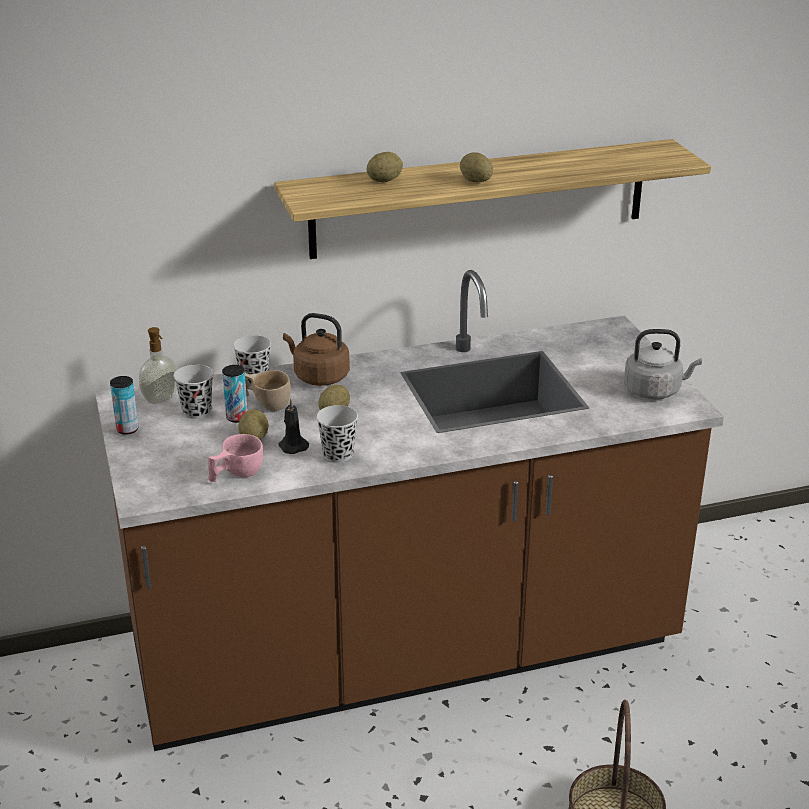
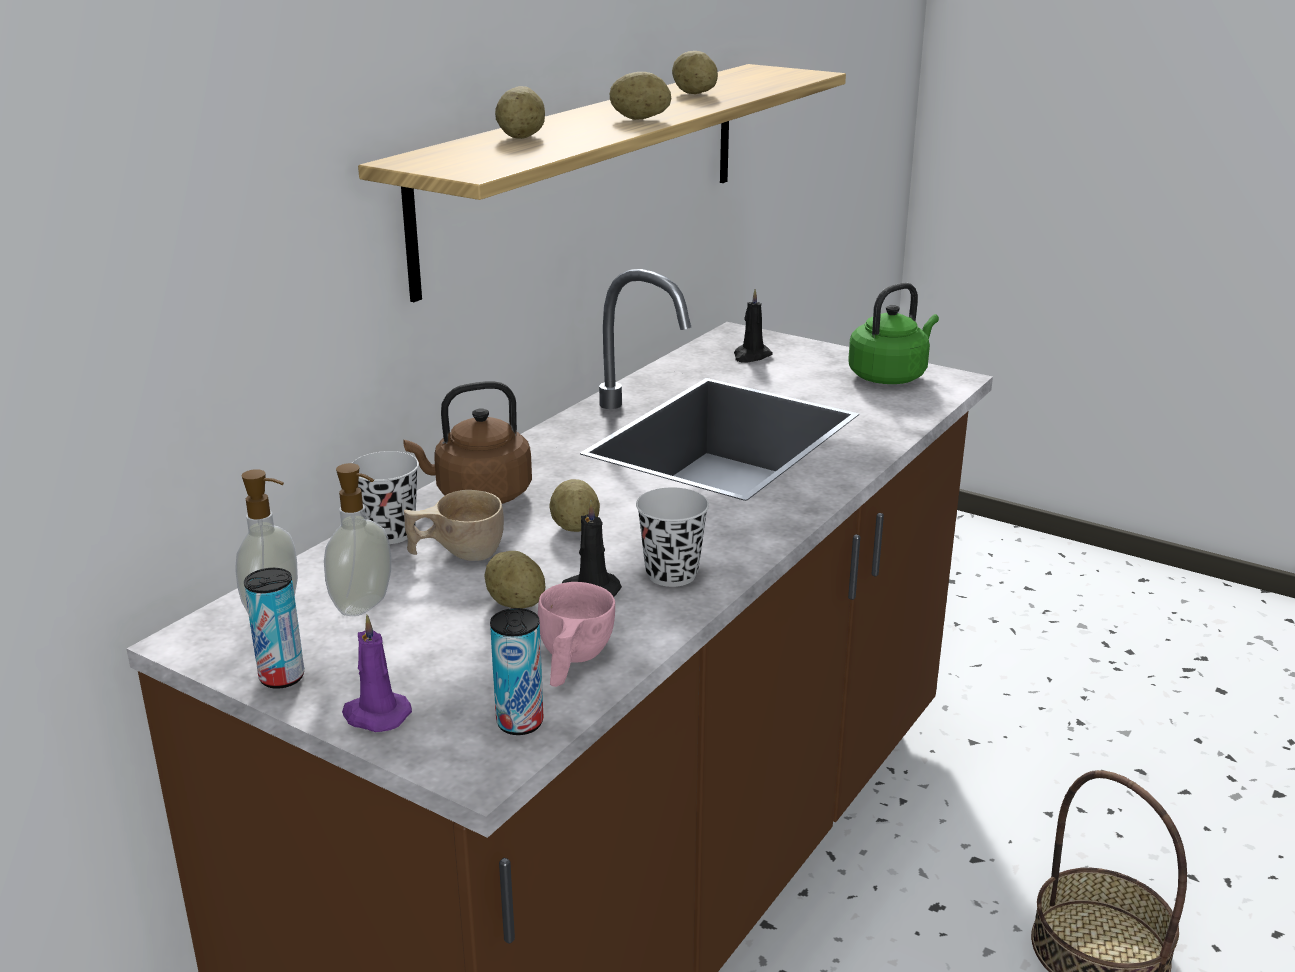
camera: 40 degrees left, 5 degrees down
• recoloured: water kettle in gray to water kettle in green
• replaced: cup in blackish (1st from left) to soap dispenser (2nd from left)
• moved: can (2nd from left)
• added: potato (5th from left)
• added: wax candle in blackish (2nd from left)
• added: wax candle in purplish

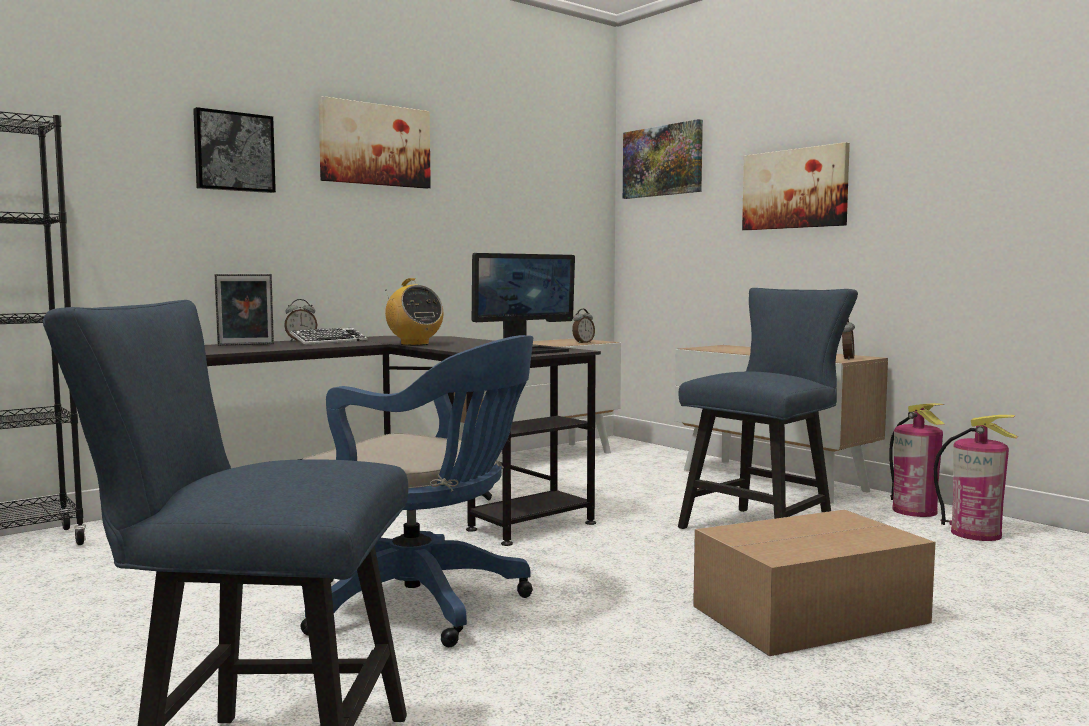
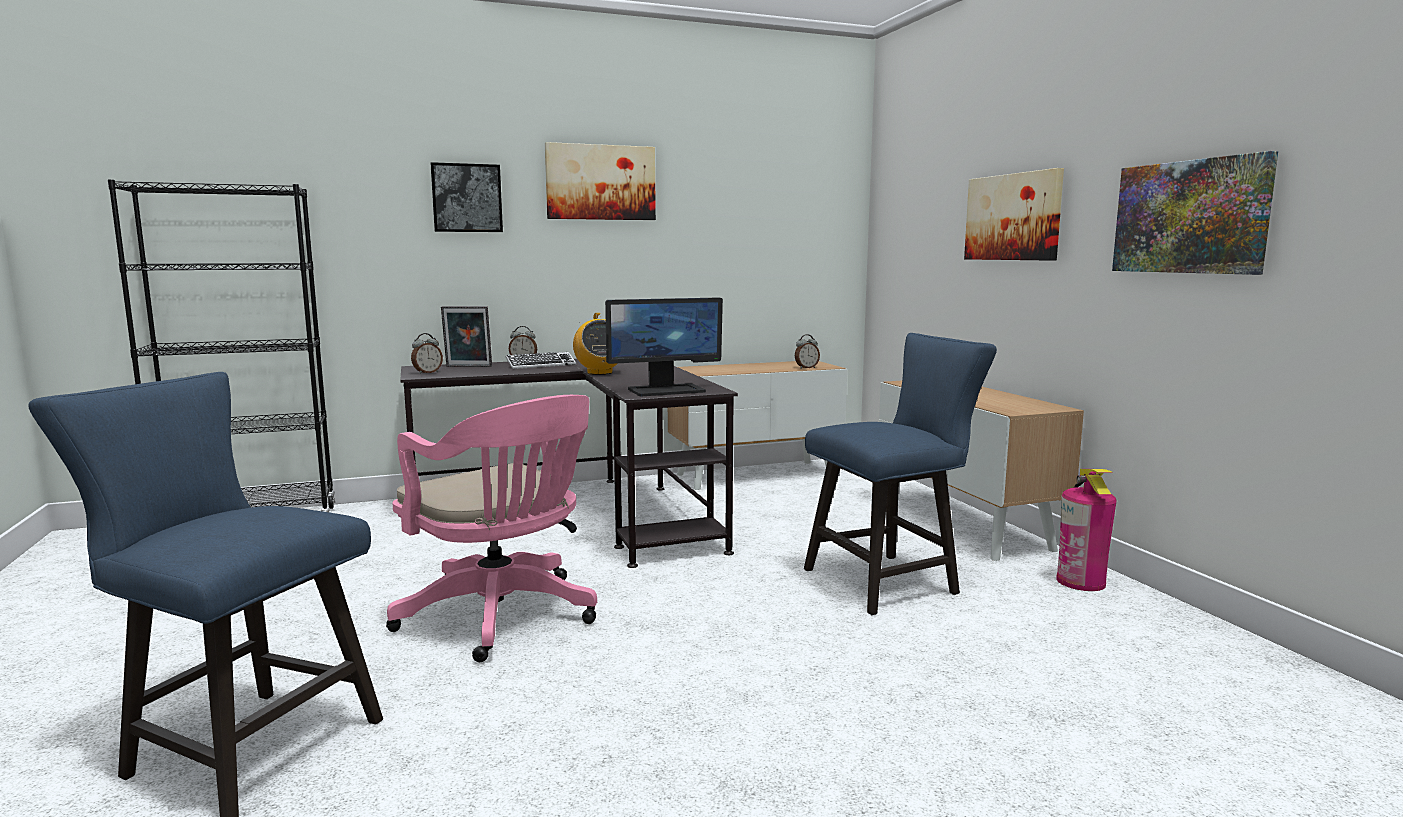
camera: 20 degrees right, 5 degrees up
• moved: wall art (3rd from left in the first image) to wall art (4th from left)
• moved: bedside clock (3rd from left in the first image) to bedside clock (1st from left)
• recoloured: office chair in blue-coloured to office chair in pink
• removed: fire extinguisher (2nd from left)
• removed: carton

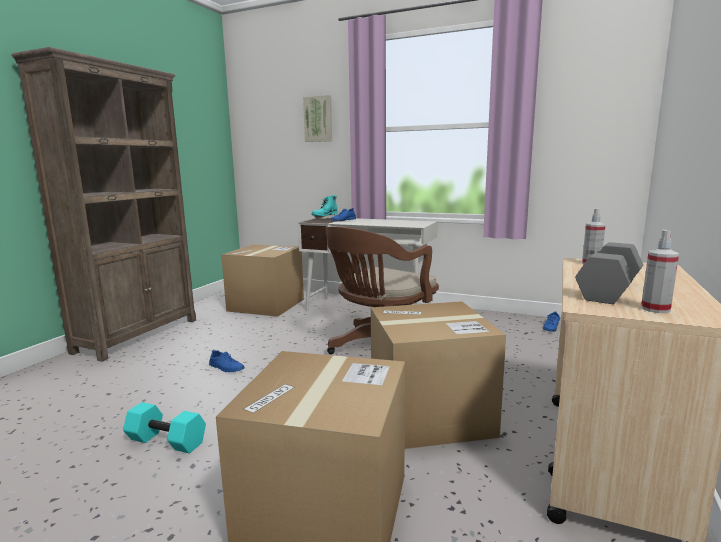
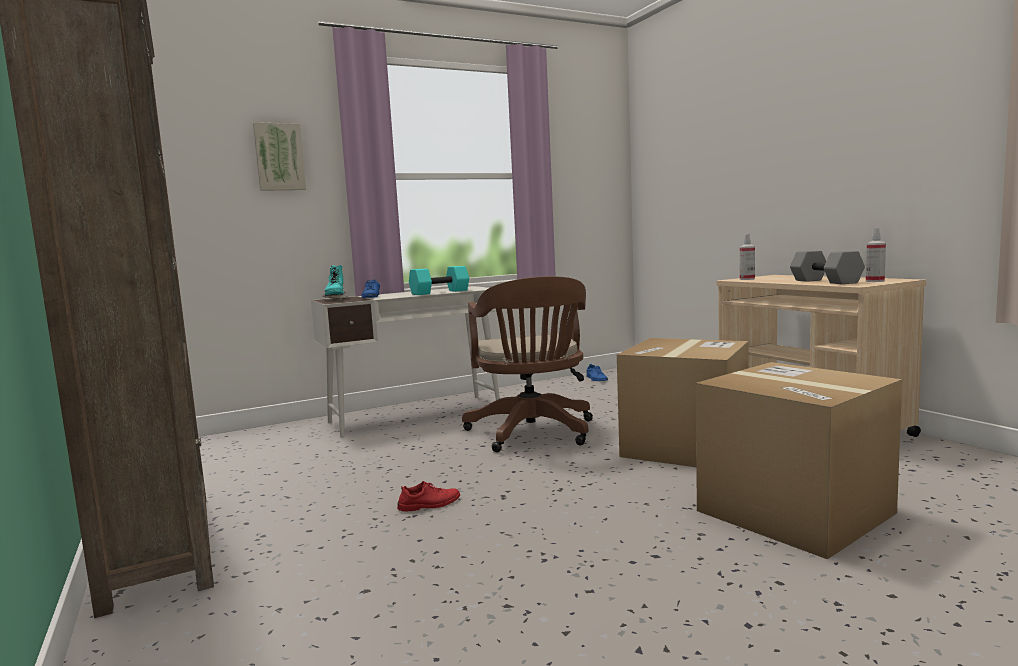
camera: 50 degrees left, 5 degrees down
• removed: carton (1st from left)
• recoloured: item of footwear in blue-coloured (1st from left) to item of footwear in red-coloured
• moved: dumbbell in turquoise

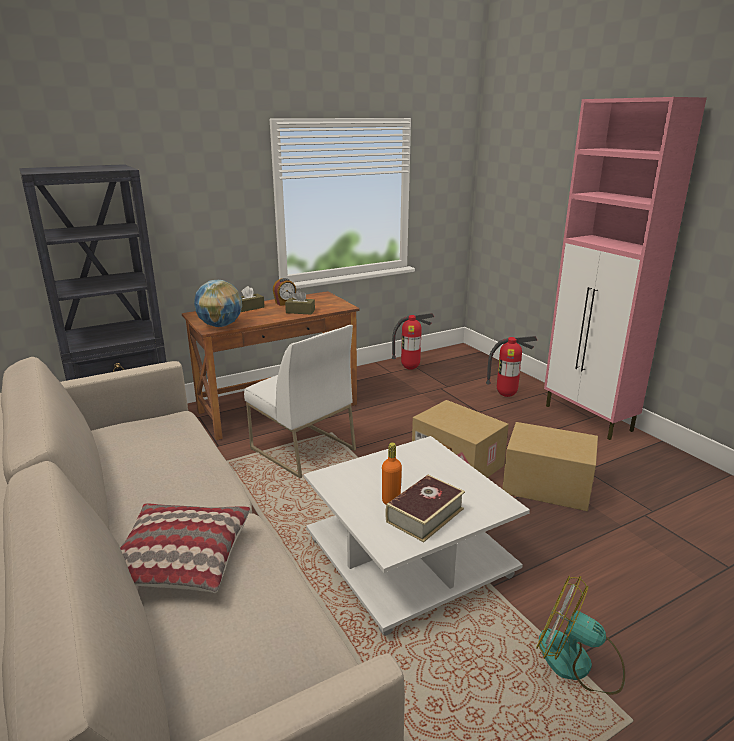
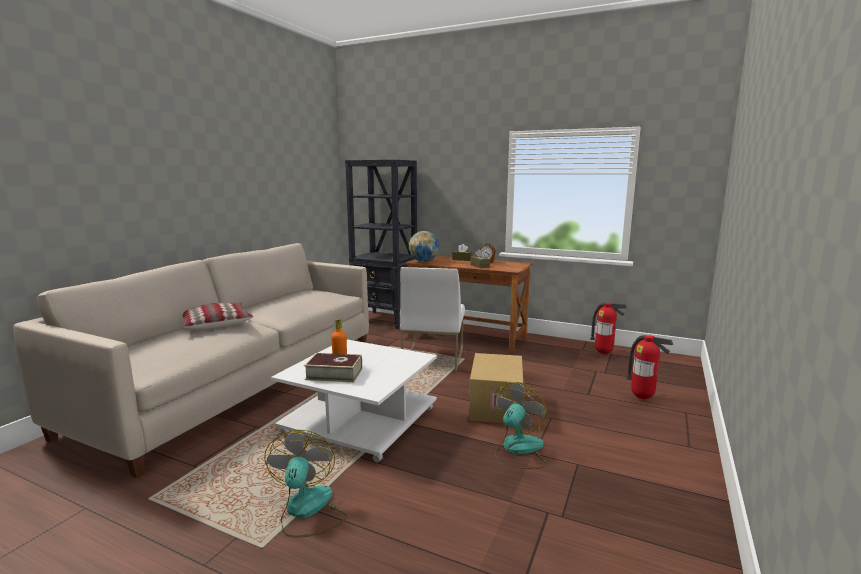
camera: 55 degrees right, 10 degrees down
• removed: cabinet in pink
• replaced: carton (2nd from left) to electric fan (2nd from left)

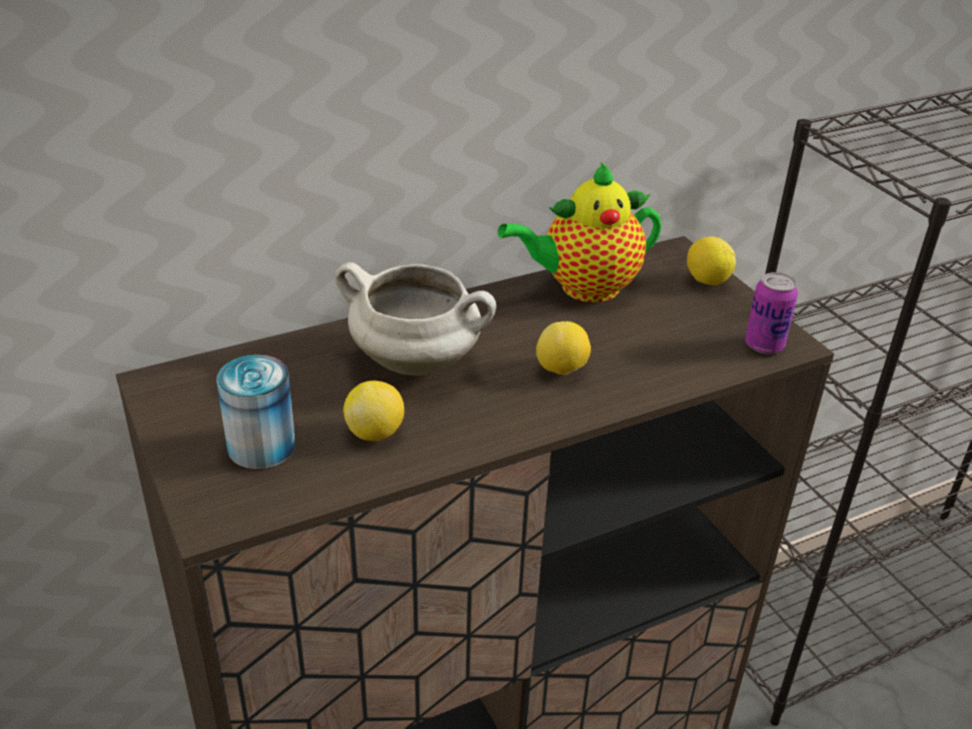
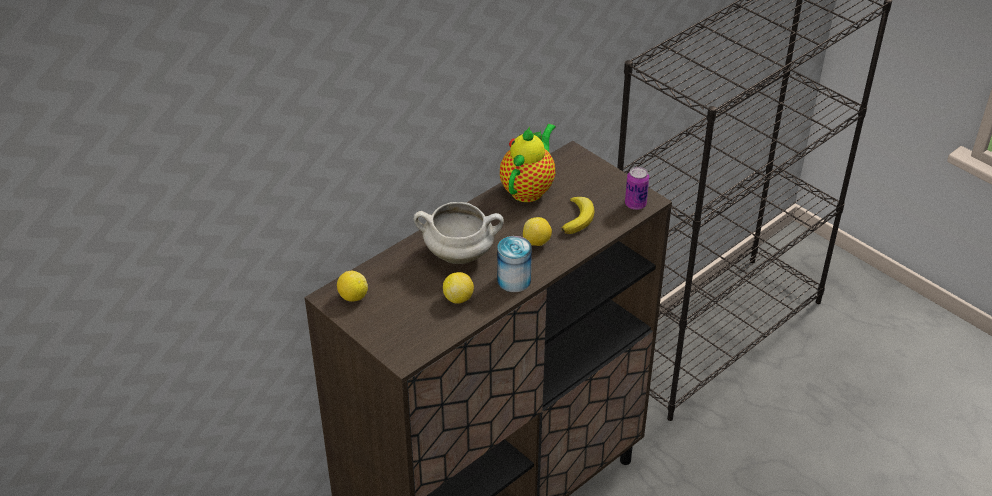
camera: 15 degrees left, 5 degrees up
• turned: pot for tea 150 degrees clockwise
• moved: citrus fruit (3rd from left in the first image) to citrus fruit (1st from left)
• moved: can (1st from left)
• added: banana

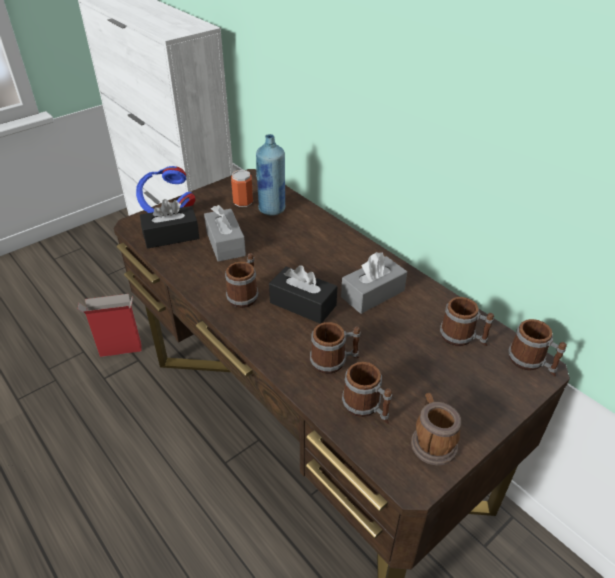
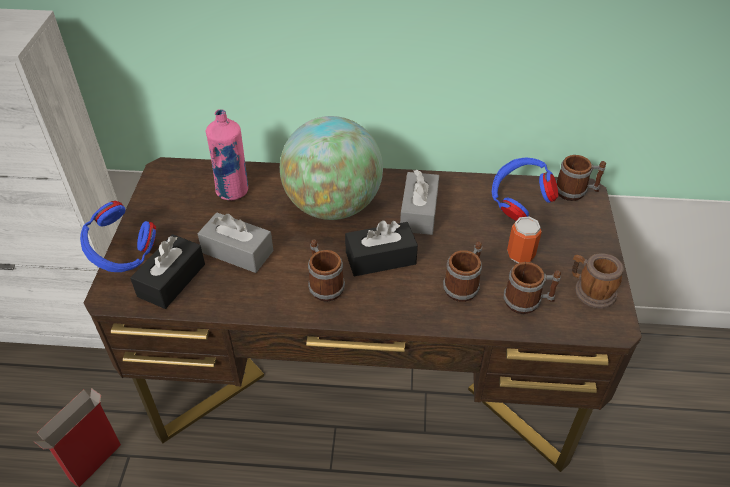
camera: 45 degrees left, 5 degrees up
• recoloured: drink bottle in blue-coloured to drink bottle in pink
• moved: can
• replaced: mug (5th from left) to headphones in blue-coloured (2nd from left)
• added: globe

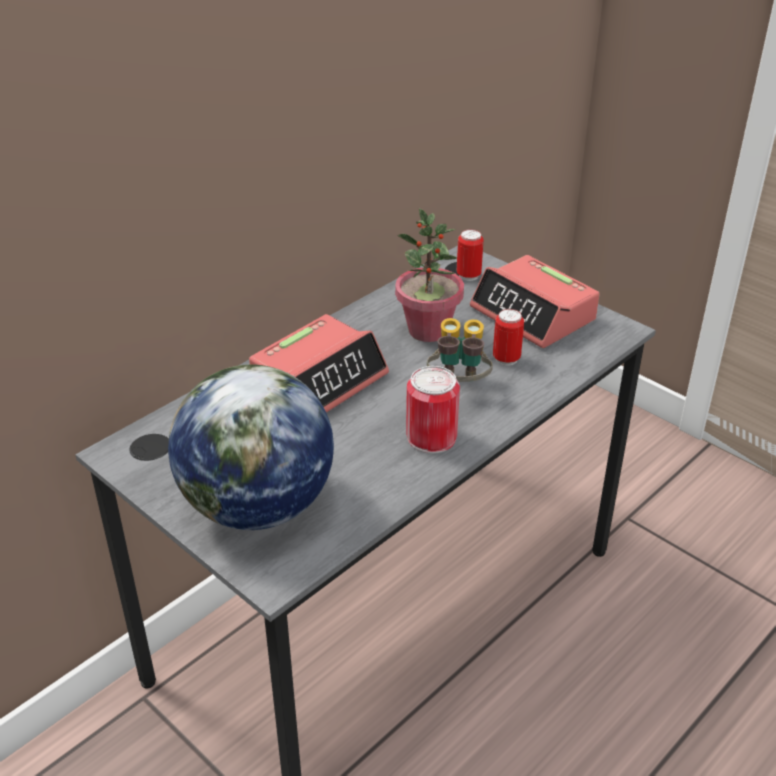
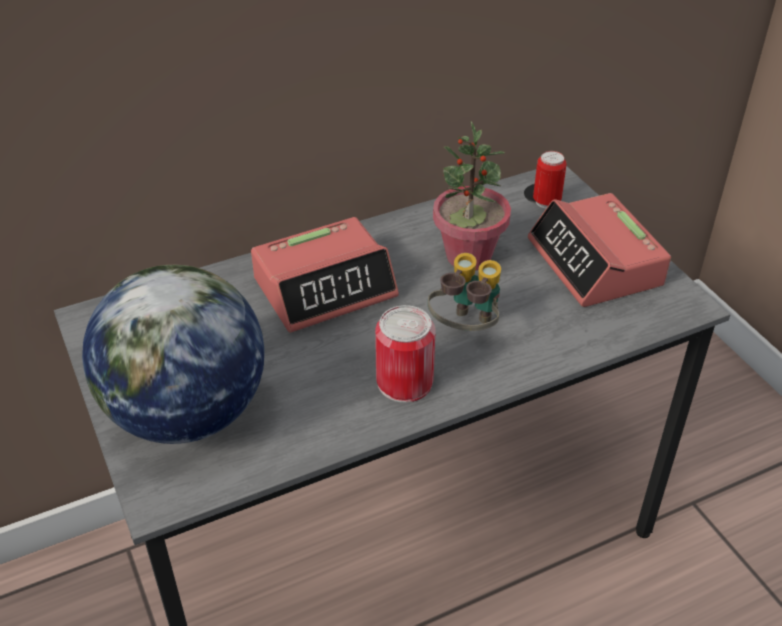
camera: 20 degrees right, 5 degrees up
• removed: can (3rd from left)

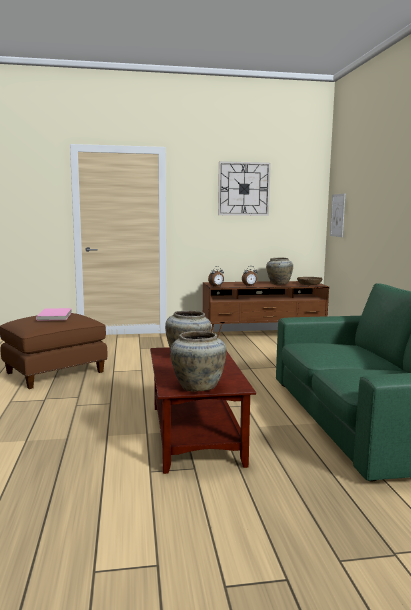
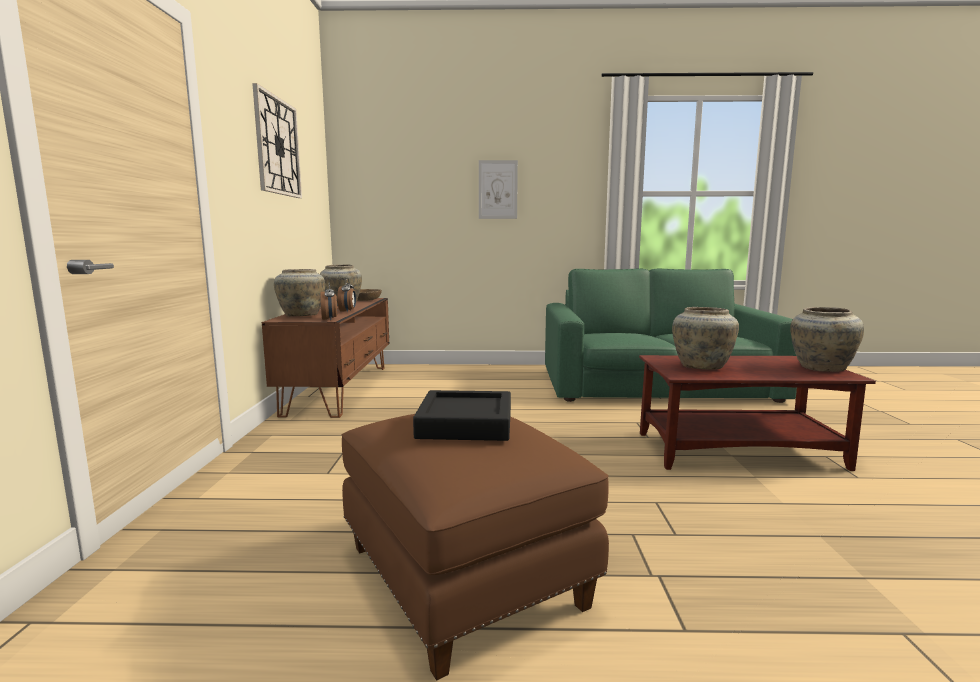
camera: 80 degrees left, 0 degrees up
• moved: wall art
• replaced: bound book in pink to tray in blackish
• added: vase in sand-coloured (1st from left)

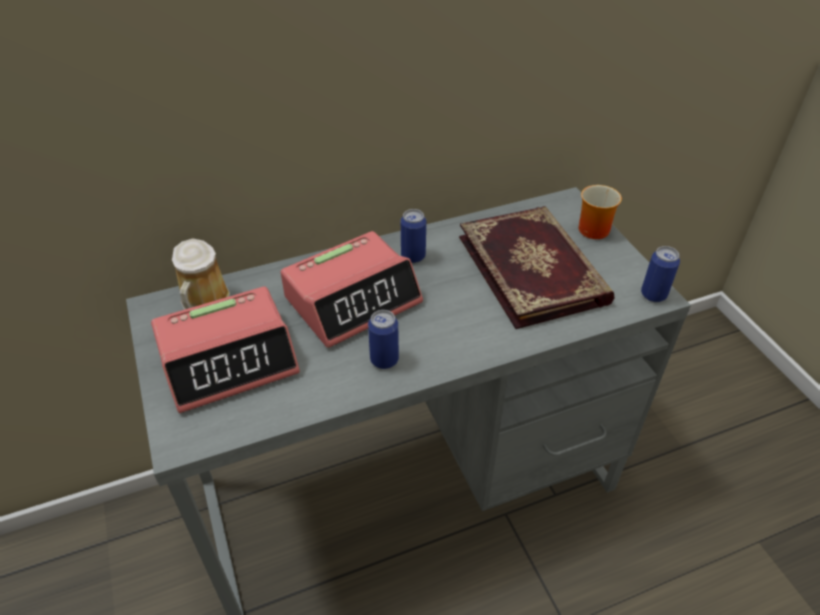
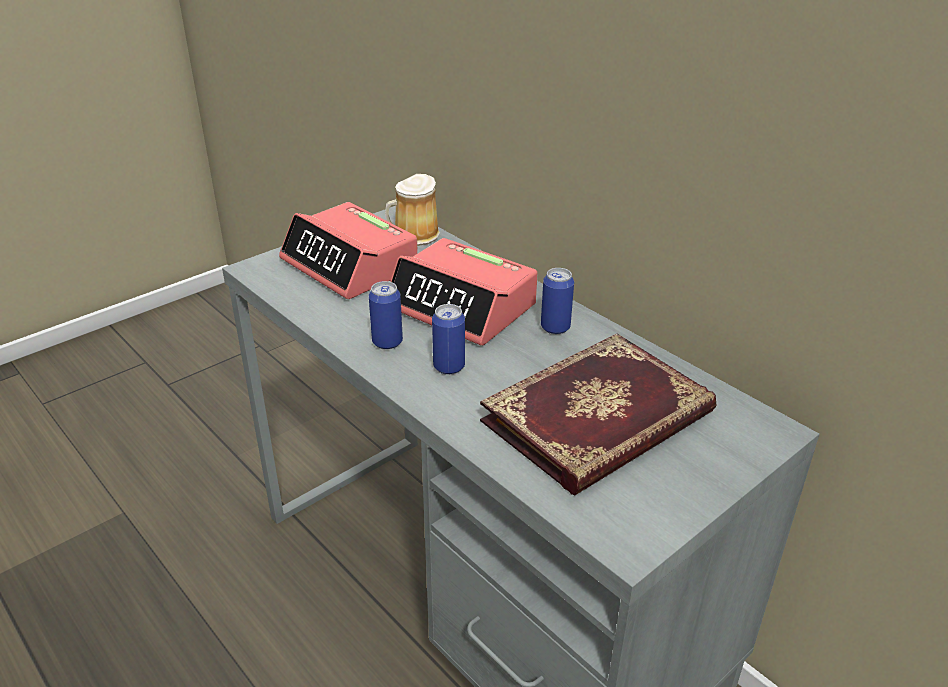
camera: 70 degrees right, 10 degrees down
• removed: mug (2nd from left)
• moved: can (3rd from left in the first image) to can (2nd from left)

